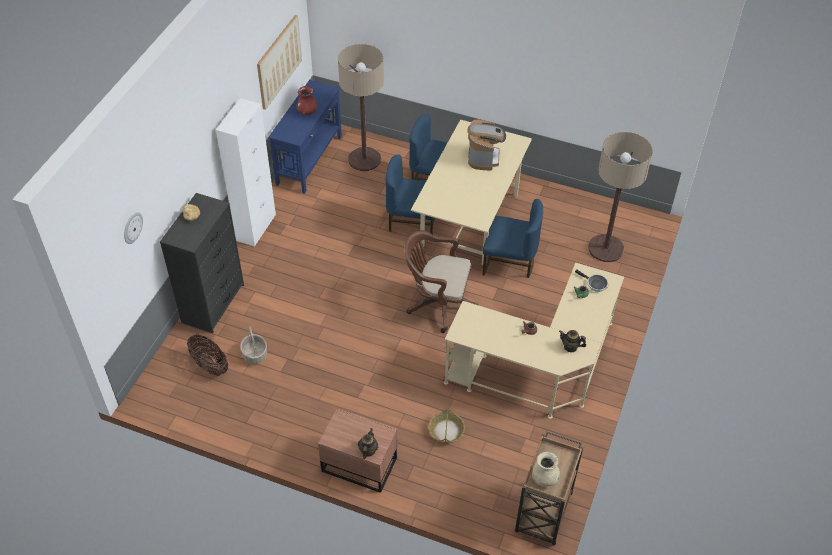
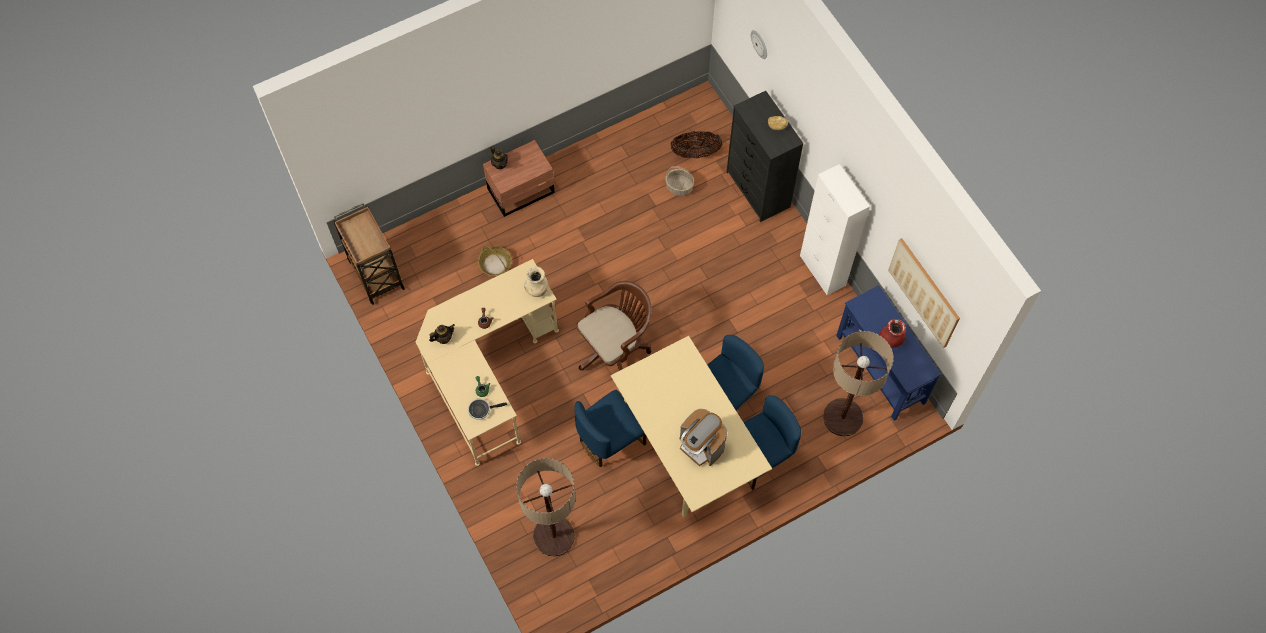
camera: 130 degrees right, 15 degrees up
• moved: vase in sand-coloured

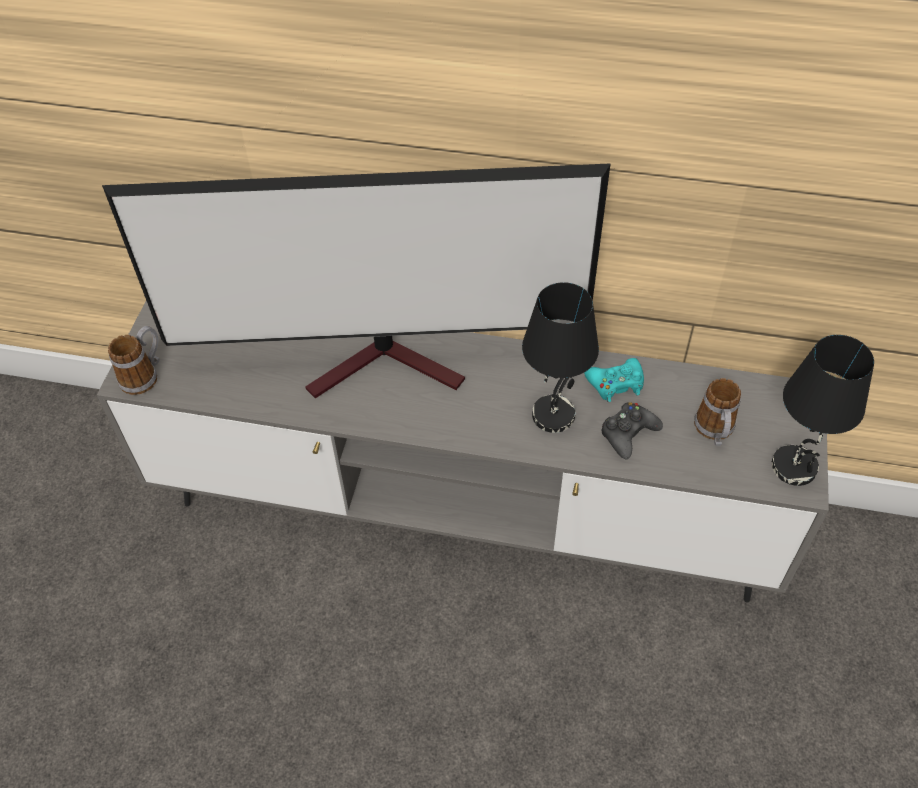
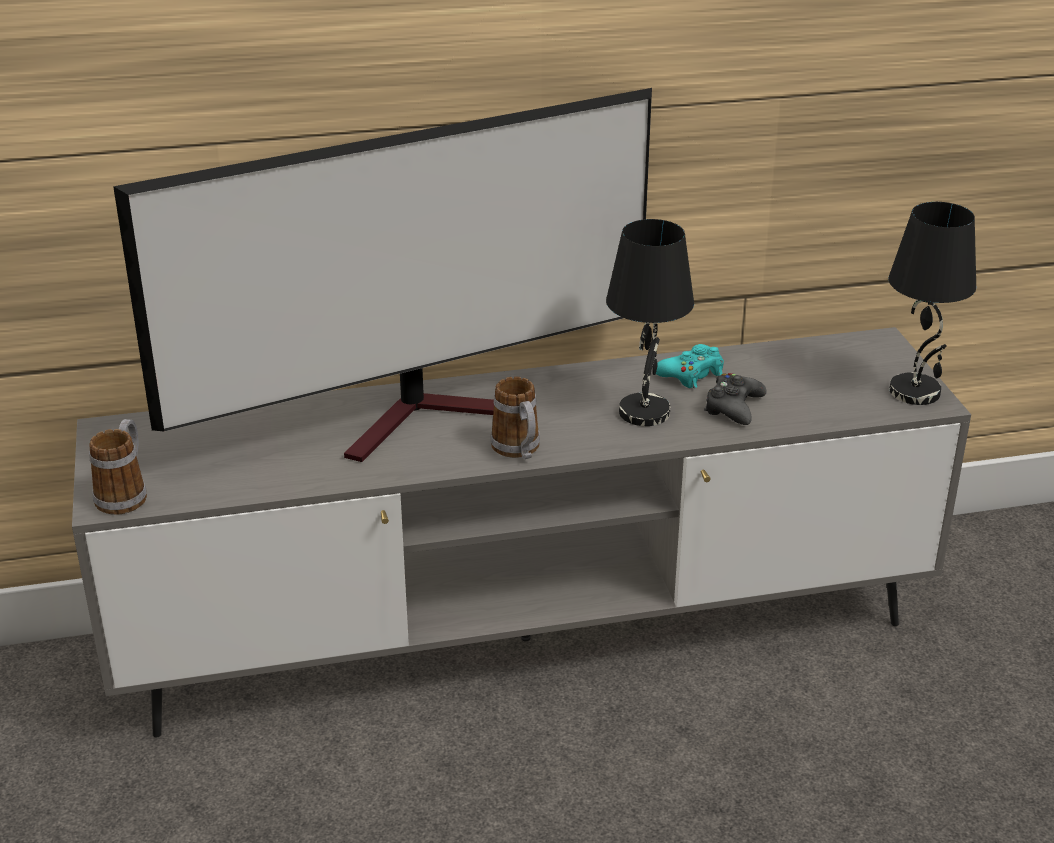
camera: 25 degrees left, 20 degrees down
• moved: mug (2nd from left)

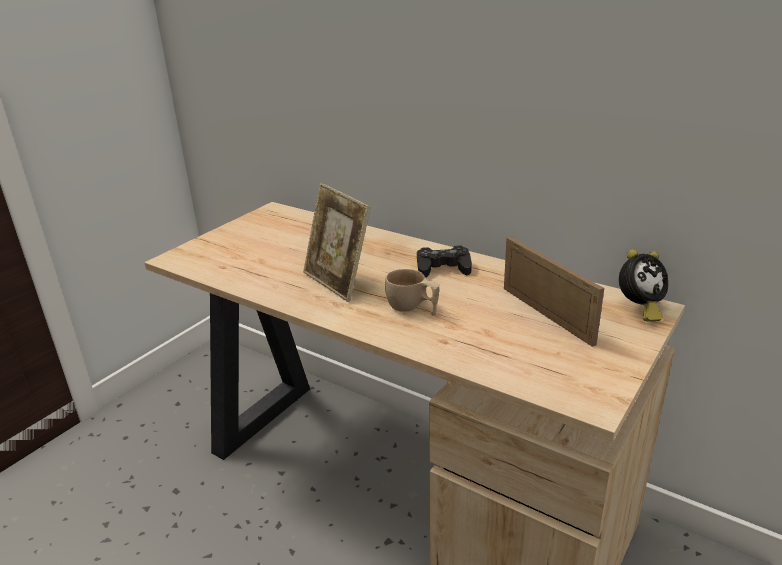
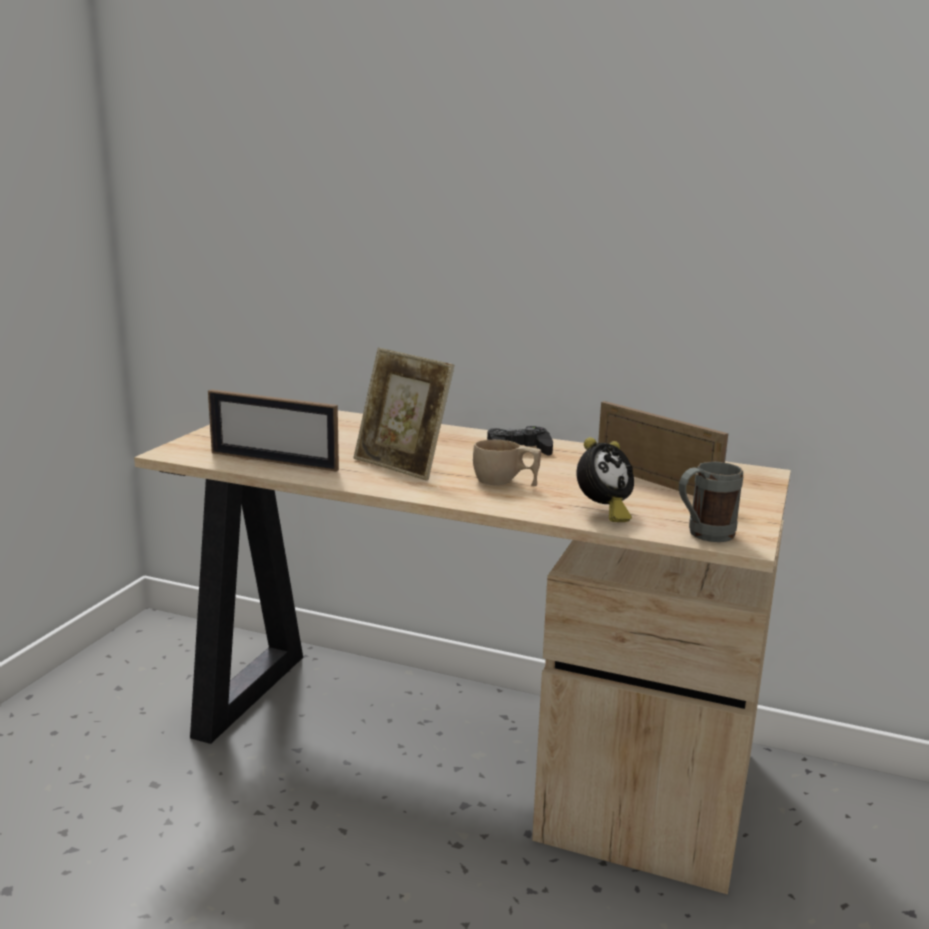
camera: 15 degrees left, 10 degrees down
• moved: bedside clock
• added: photo frame (1st from left)
• added: mug in gray

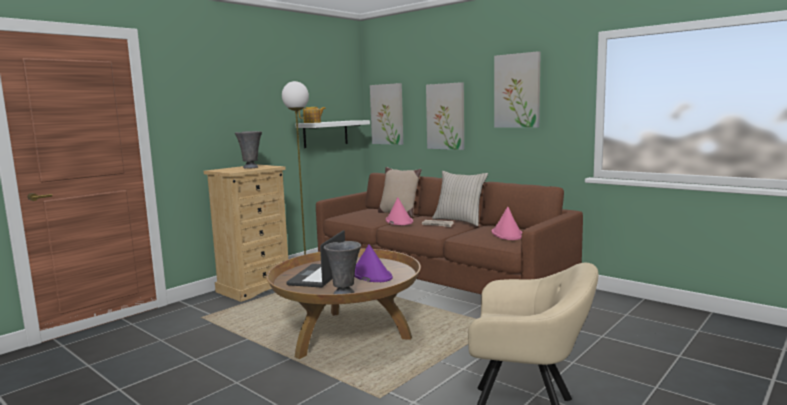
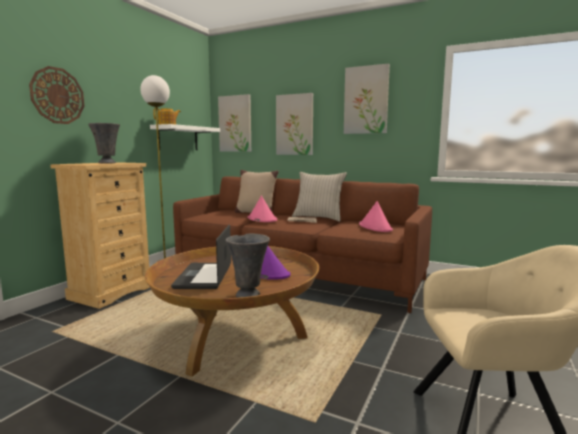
camera: 15 degrees left, 0 degrees up
• added: wall clock

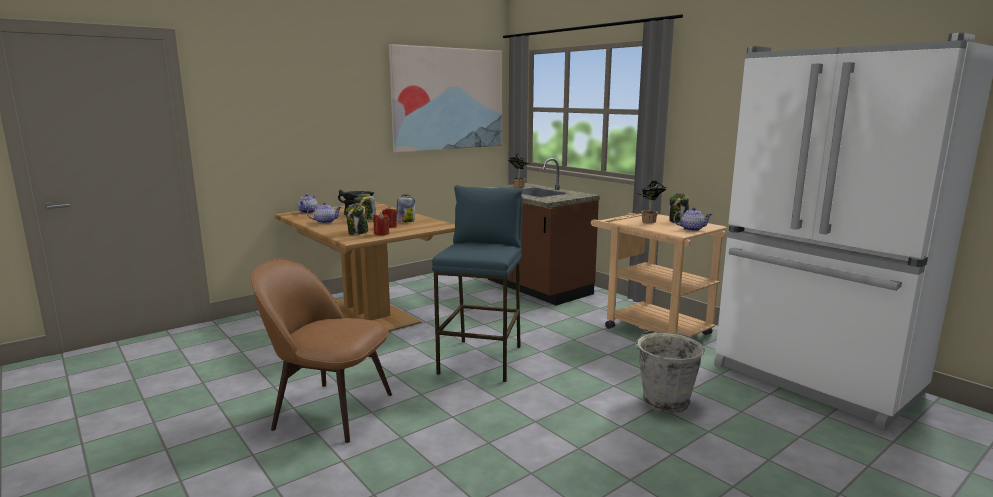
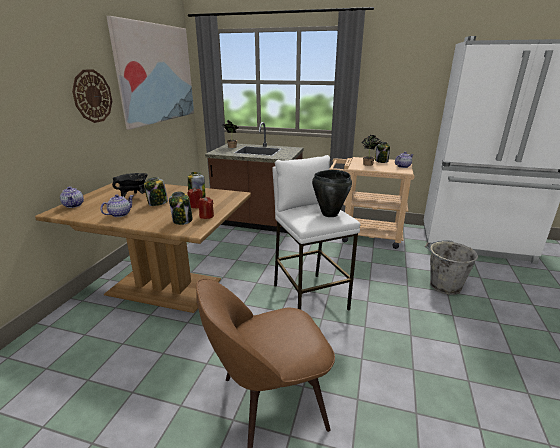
camera: 35 degrees left, 10 degrees up
• recoloured: stool in blue-coloured to stool in whitish
• added: wall clock
• added: saucepot in blackish (2nd from left)

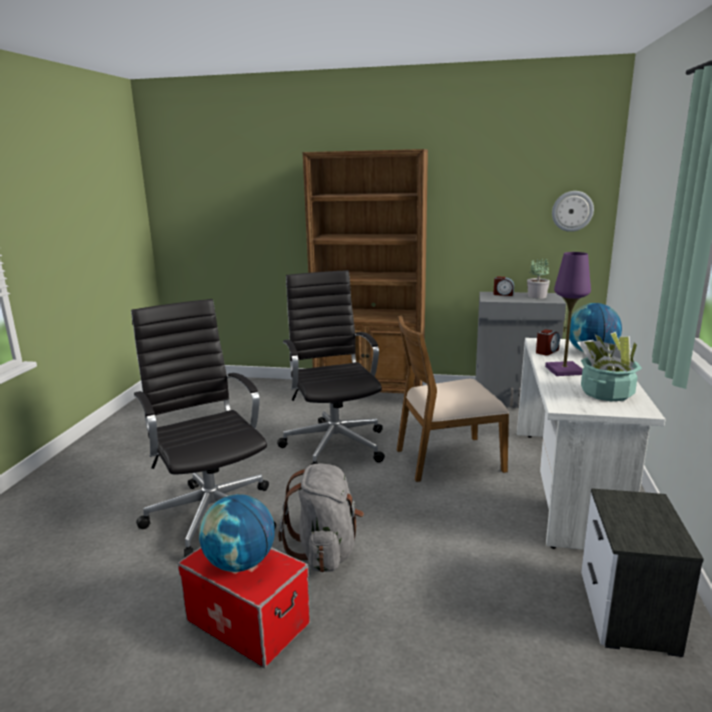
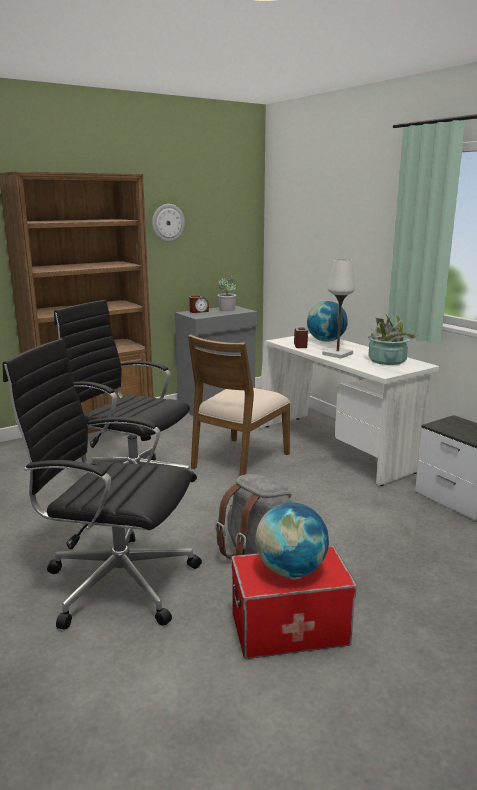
camera: 45 degrees left, 0 degrees up
• moved: wall clock
• recoloured: lamp for a table in purplish to lamp for a table in whitish

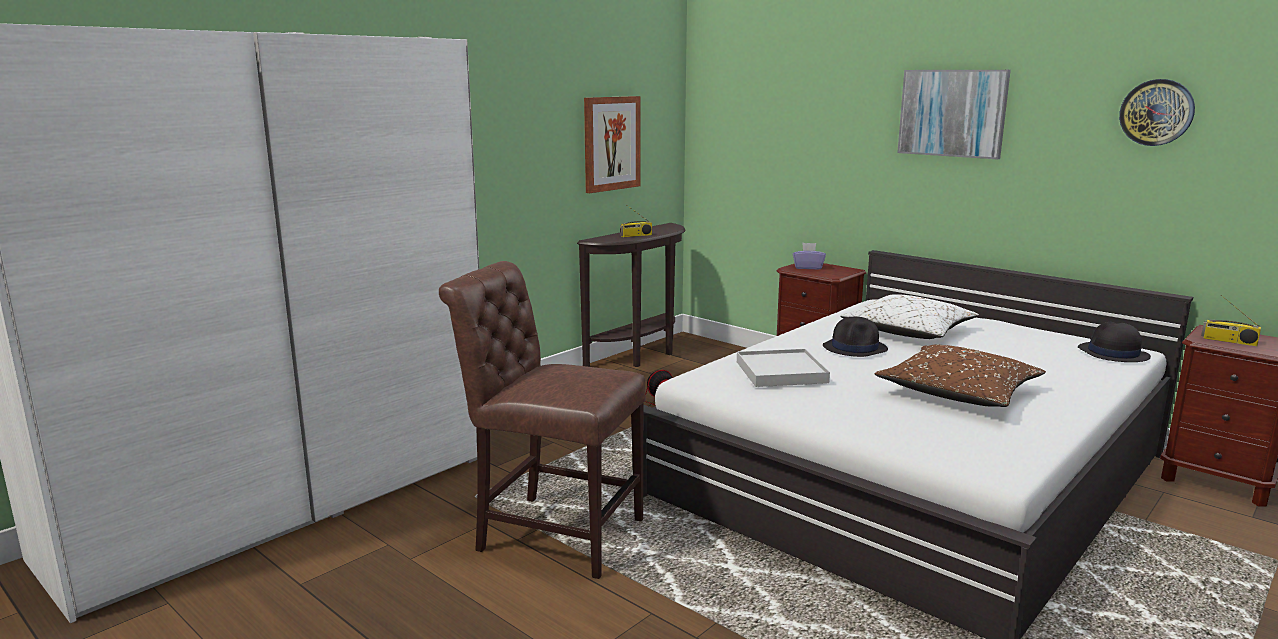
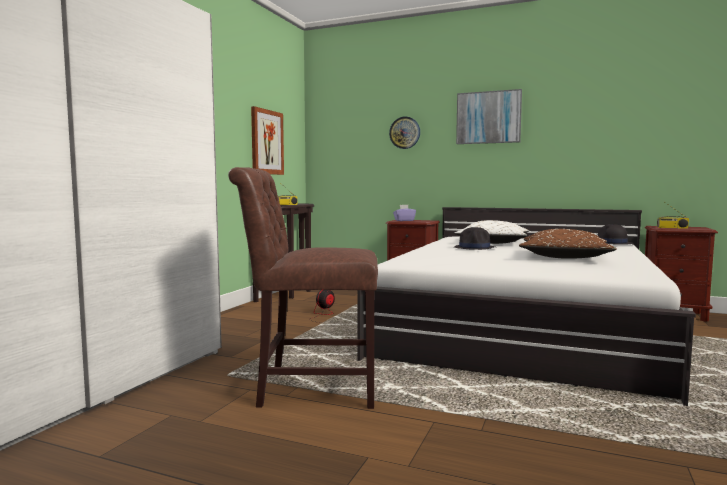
camera: 20 degrees left, 10 degrees down
• moved: wall clock
• removed: tray in whitish

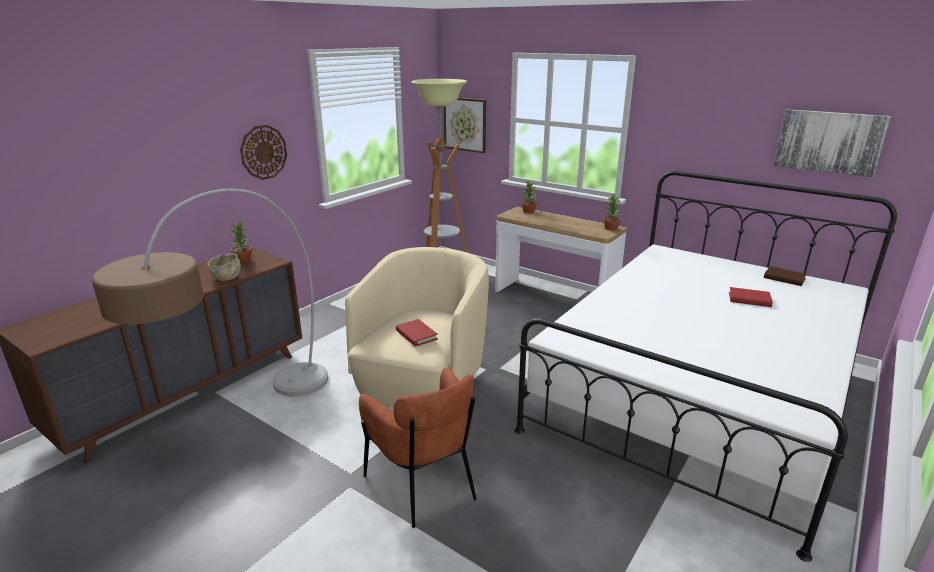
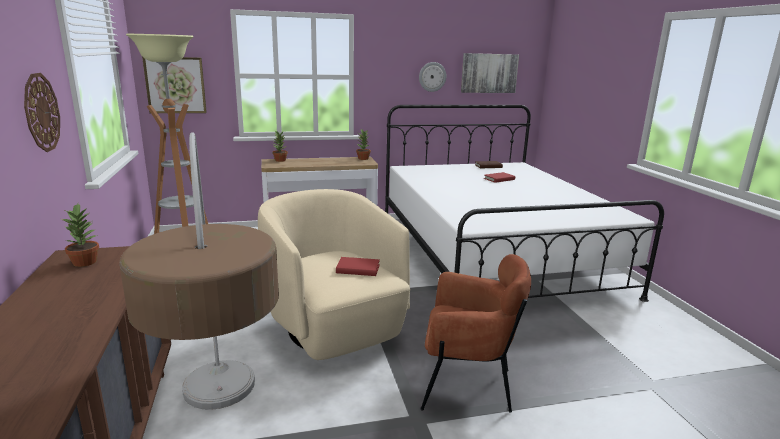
camera: 50 degrees left, 5 degrees down
• removed: deep dish in sand-coloured
• added: wall clock (2nd from left)

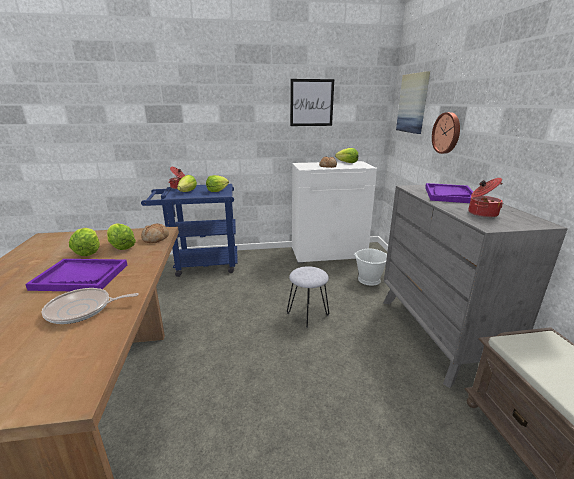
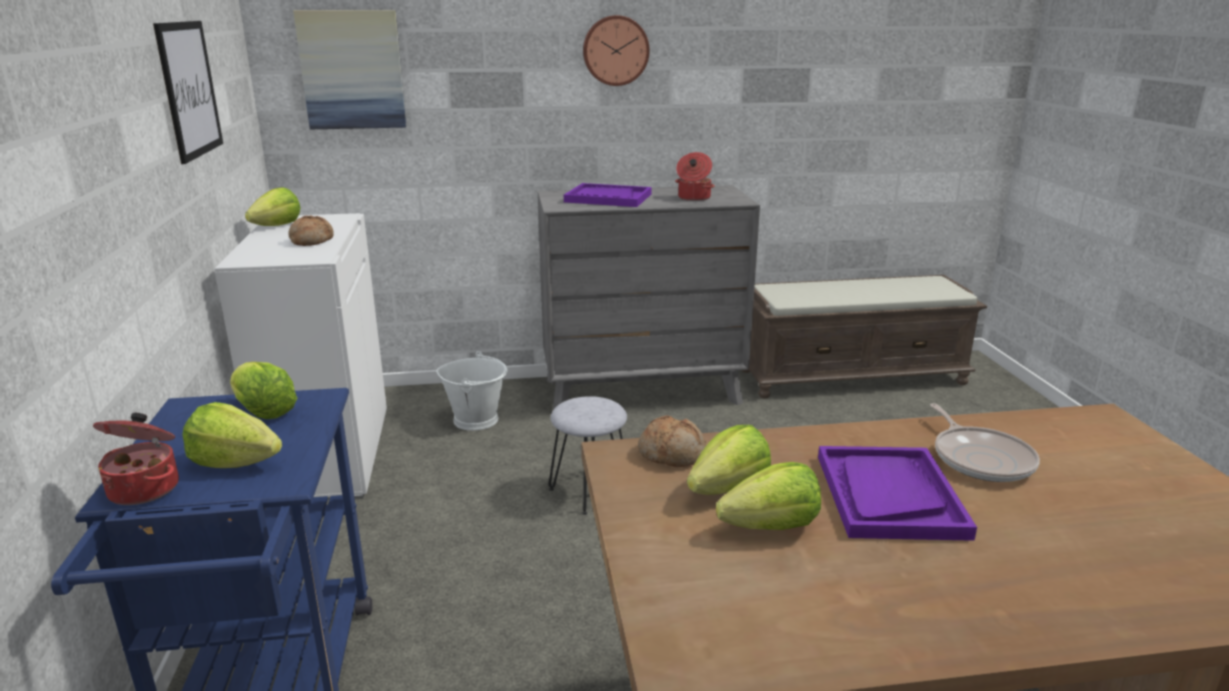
camera: 90 degrees left, 0 degrees up
• moved: wall clock

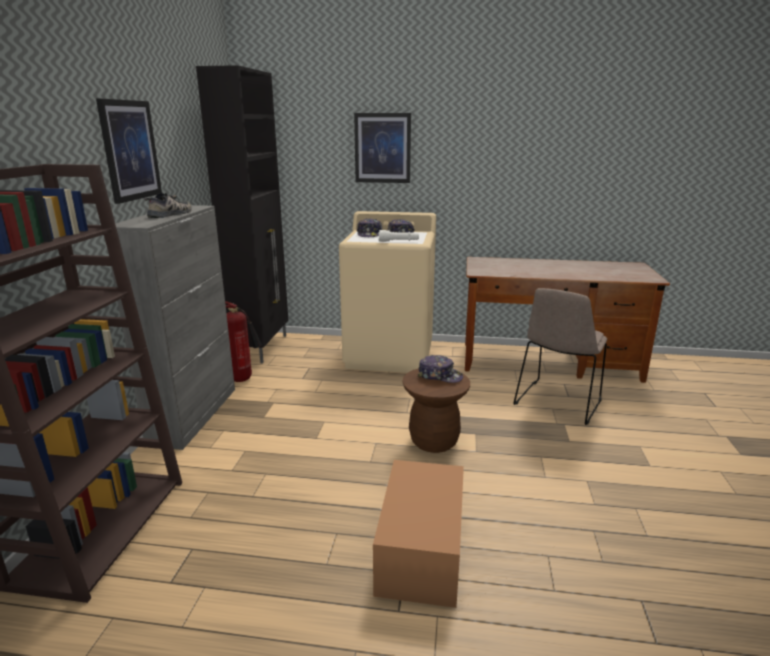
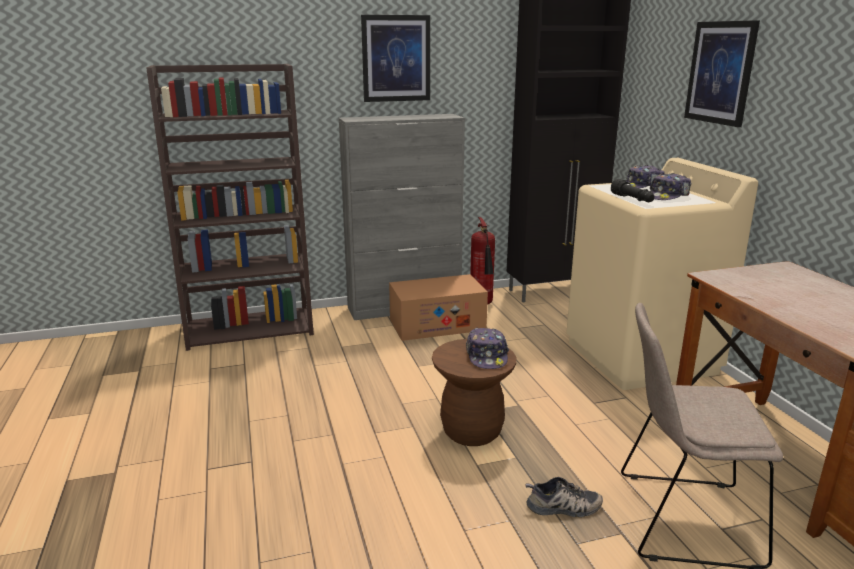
camera: 65 degrees right, 0 degrees up
• moved: item of footwear
• recoloured: flashlight in whitish to flashlight in blackish
• moved: carton

